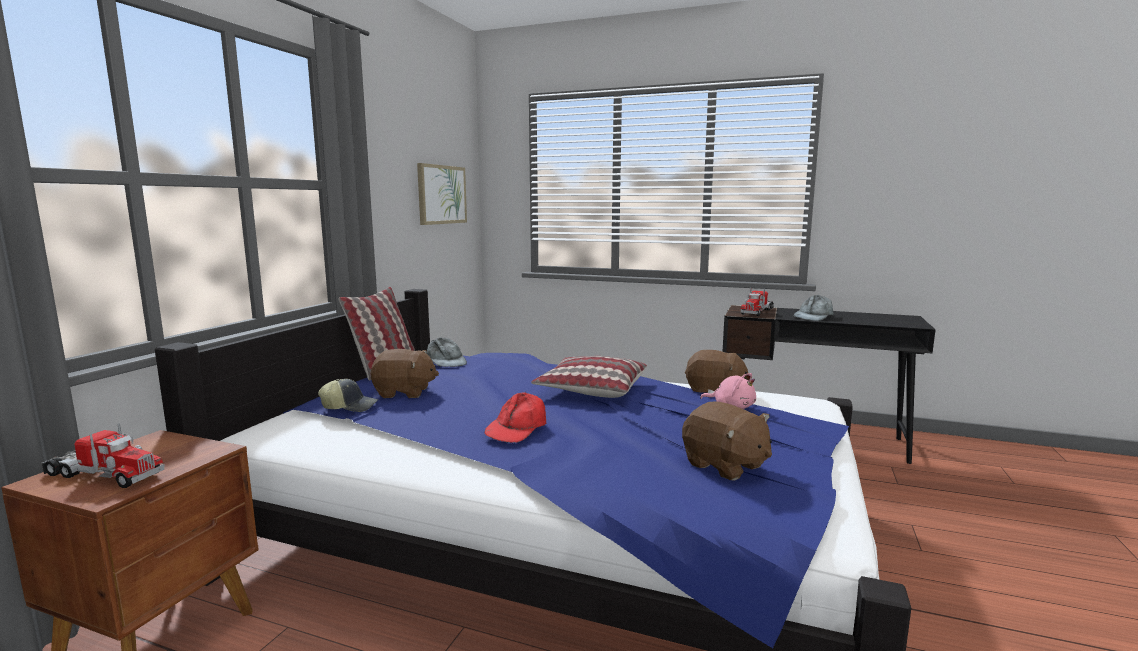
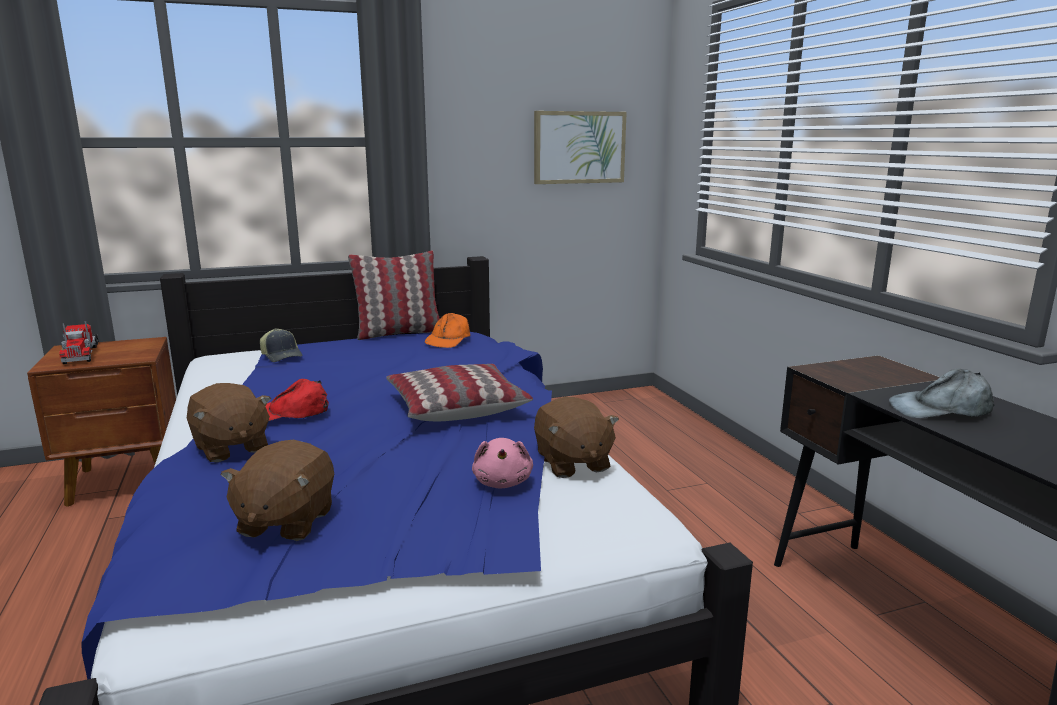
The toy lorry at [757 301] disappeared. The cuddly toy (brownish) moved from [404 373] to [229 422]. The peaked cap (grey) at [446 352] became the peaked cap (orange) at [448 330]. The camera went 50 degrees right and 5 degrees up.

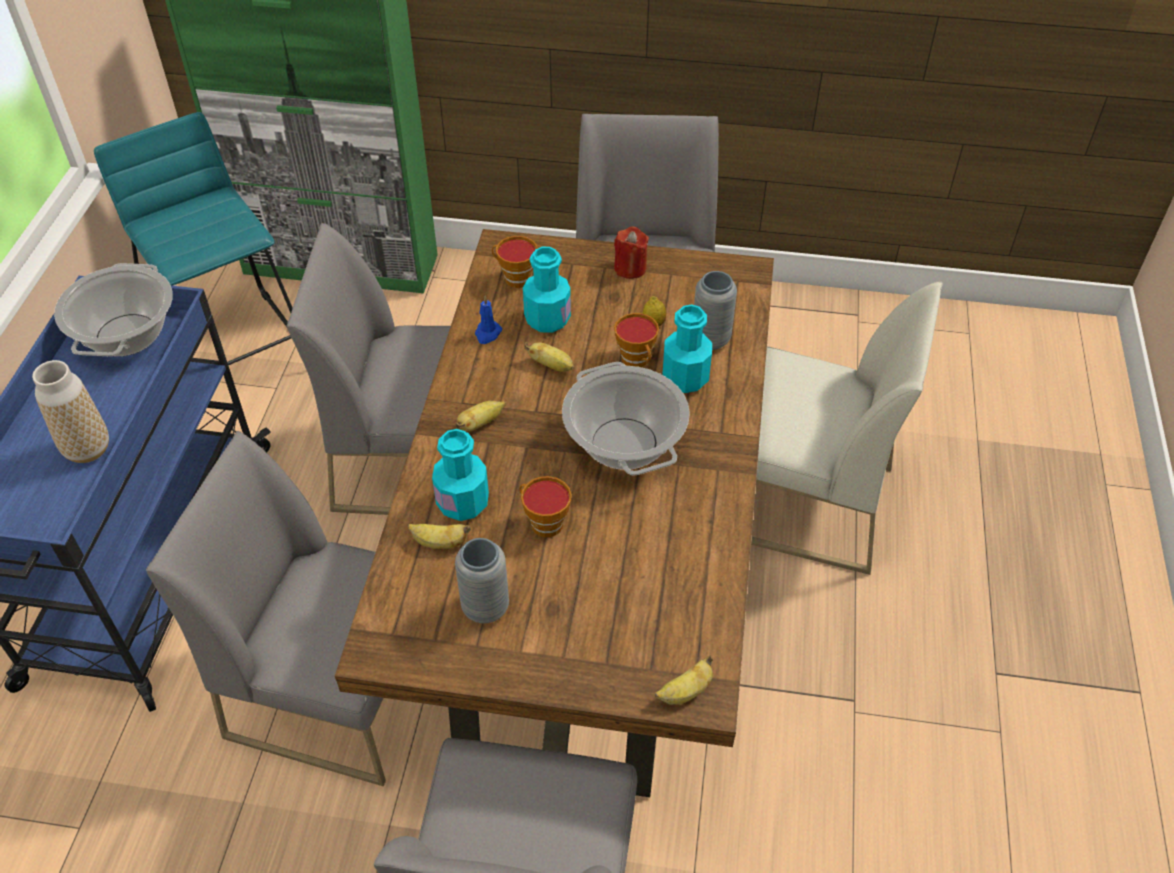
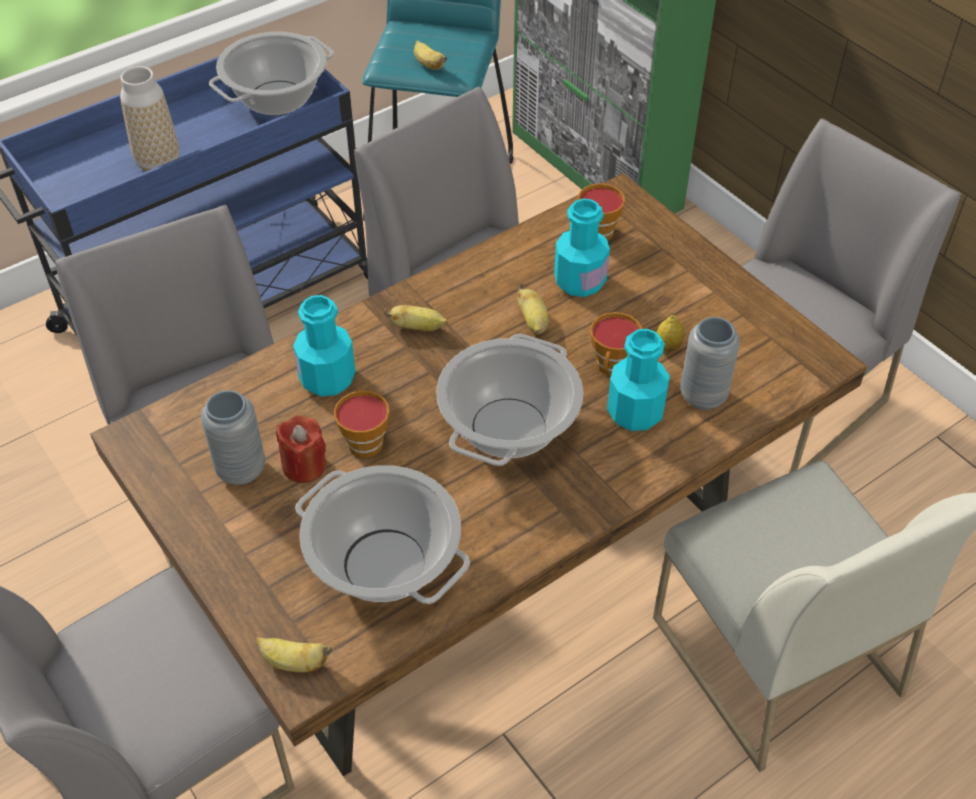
The wax light (bluish) at [488 320] disappeared. The saucepot at [382 534] appeared. The whole banana moved from [439 536] to [430 55]. The wax light (red-coloured) moved from [631 252] to [301 449]. The camera went 45 degrees right and 0 degrees up.

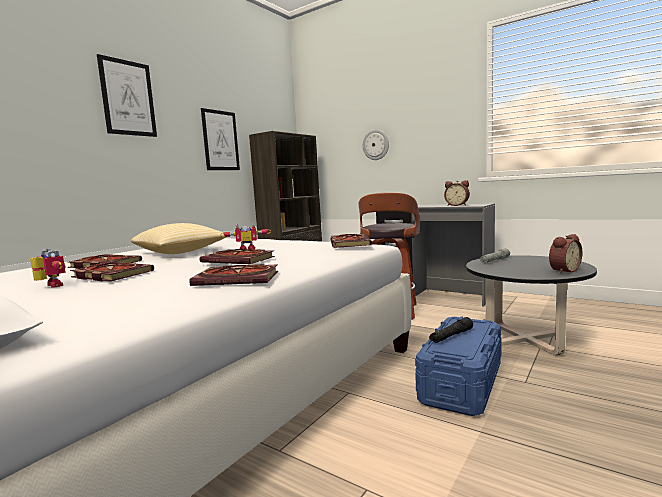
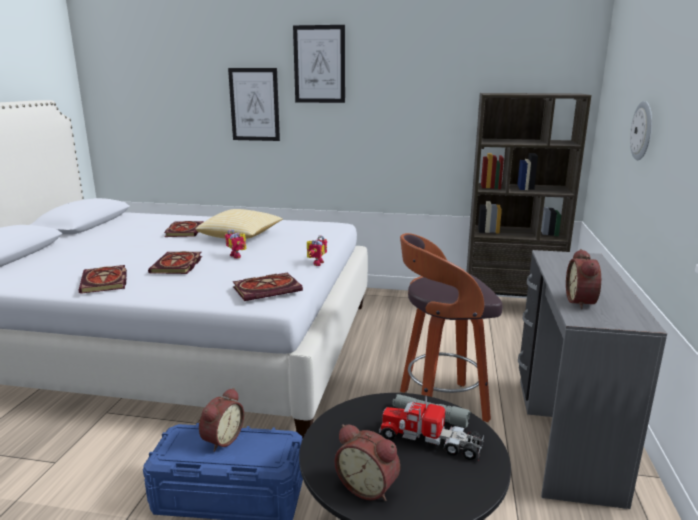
The book at [112 272] disappeared. The toy lorry at [431 427] appeared. The model robot moved from [48 268] to [317 250]. The wall picture moved from [220 139] to [254 104]. The flashlight (black-coloured) at [451 330] was replaced by the table clock at [221 420]. The camera went 65 degrees right and 10 degrees up.

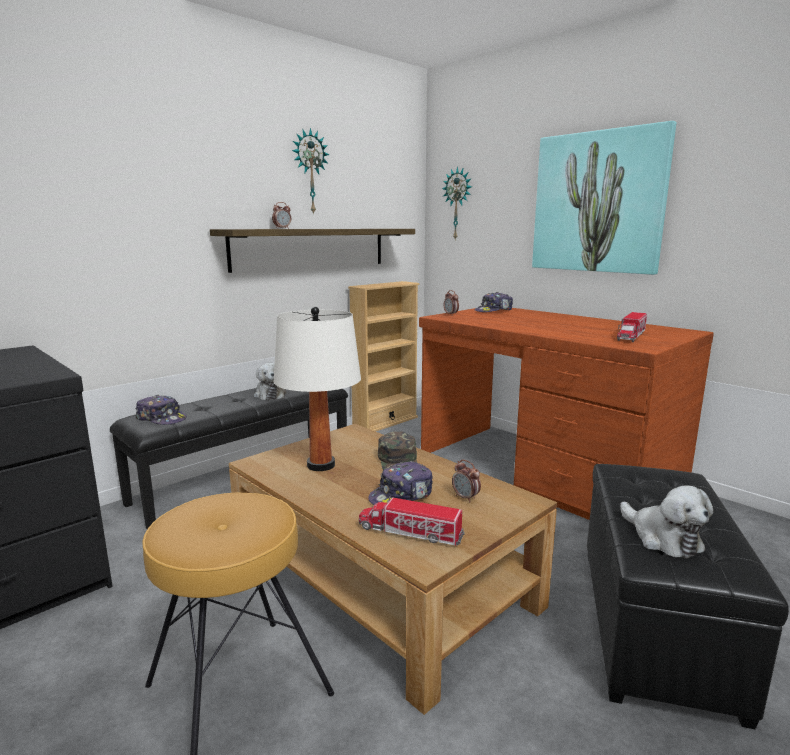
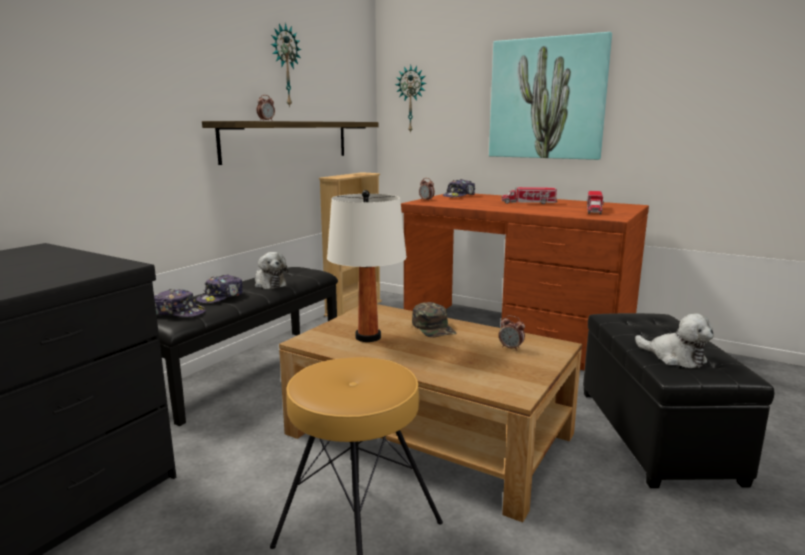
The toy lorry moved from [412 521] to [529 195]. The peaked cap moved from [400 483] to [219 289]. The camera went 15 degrees left and 0 degrees up.

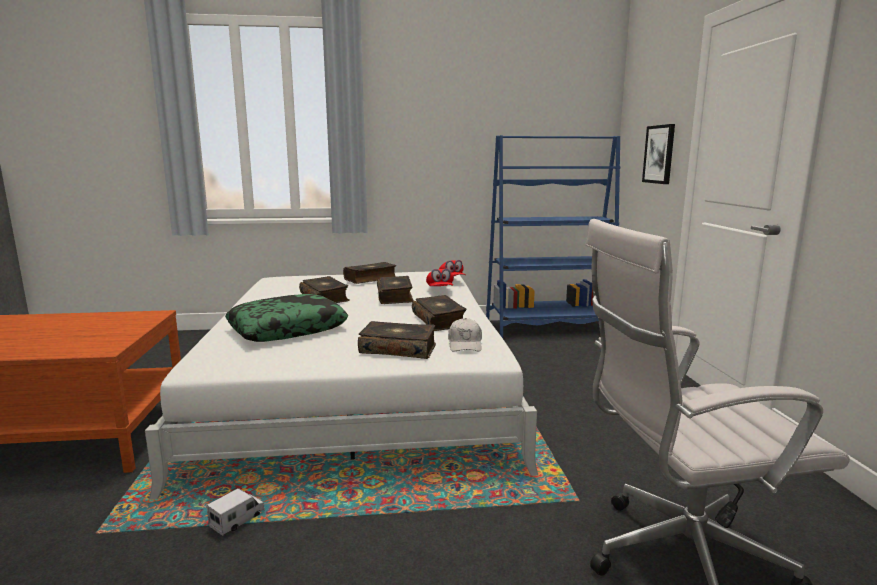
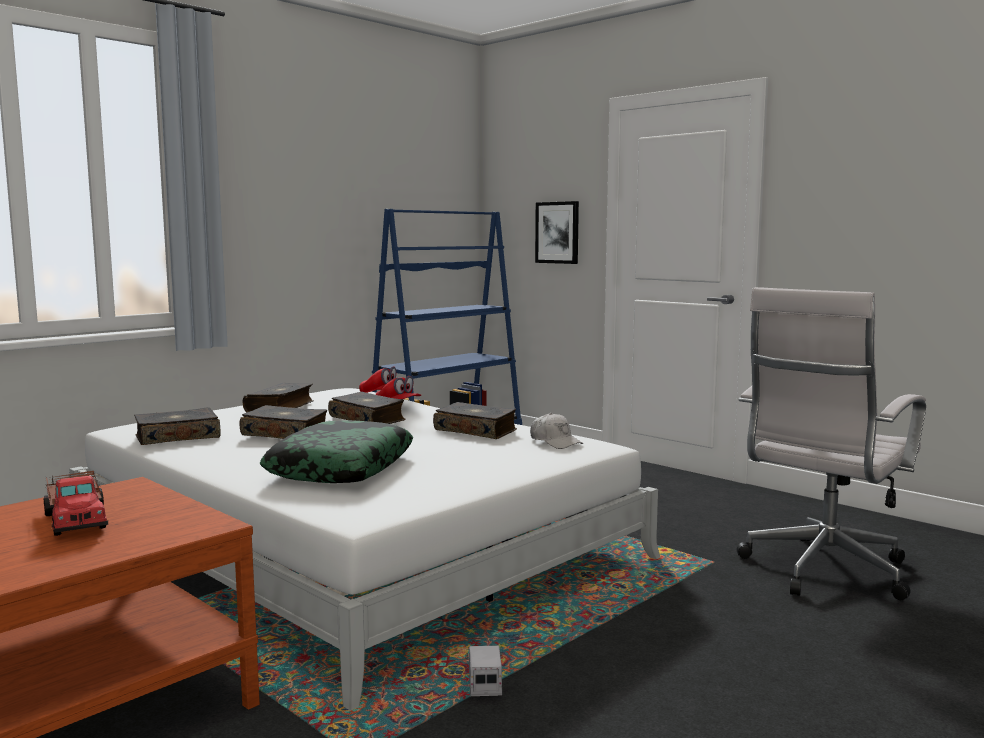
The toy lorry at [76 503] appeared. The book moved from [397 340] to [177 426]. The camera went 40 degrees left and 5 degrees down.

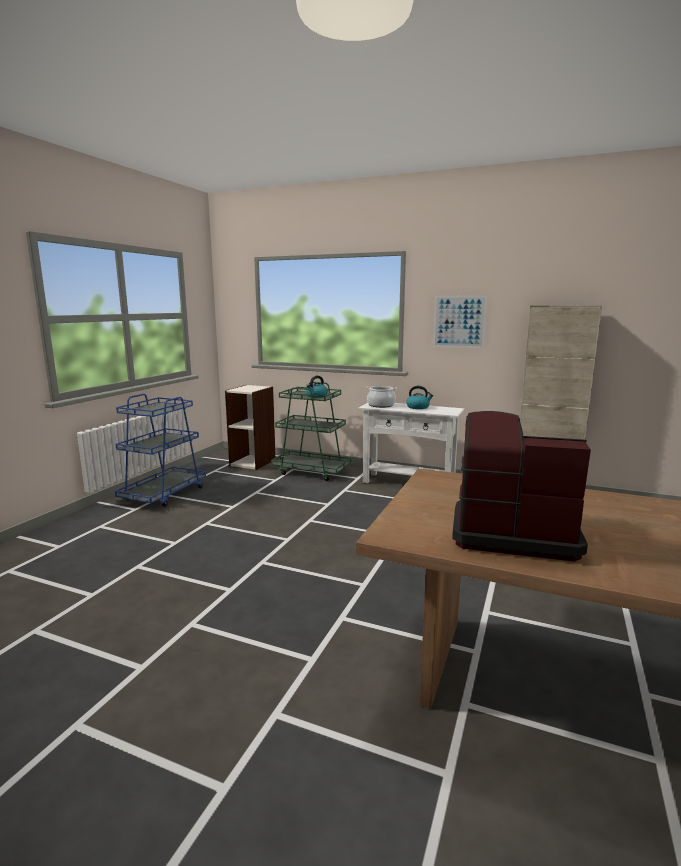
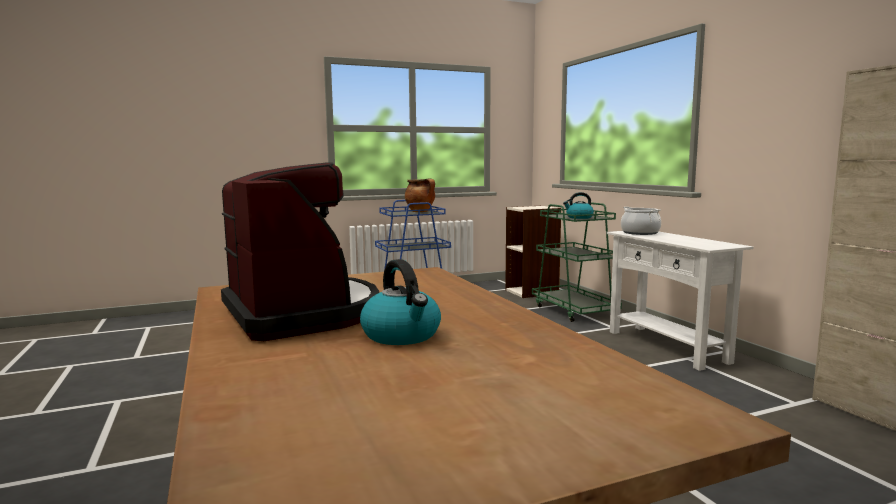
The wall picture at [460 322] disappeared. The saucepot at [420 195] appeared. The water kettle moved from [420 397] to [400 302]. The camera went 45 degrees right and 5 degrees down.

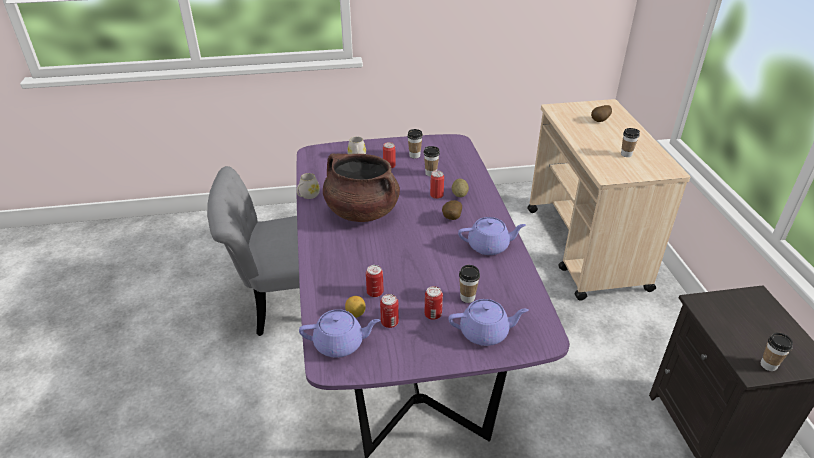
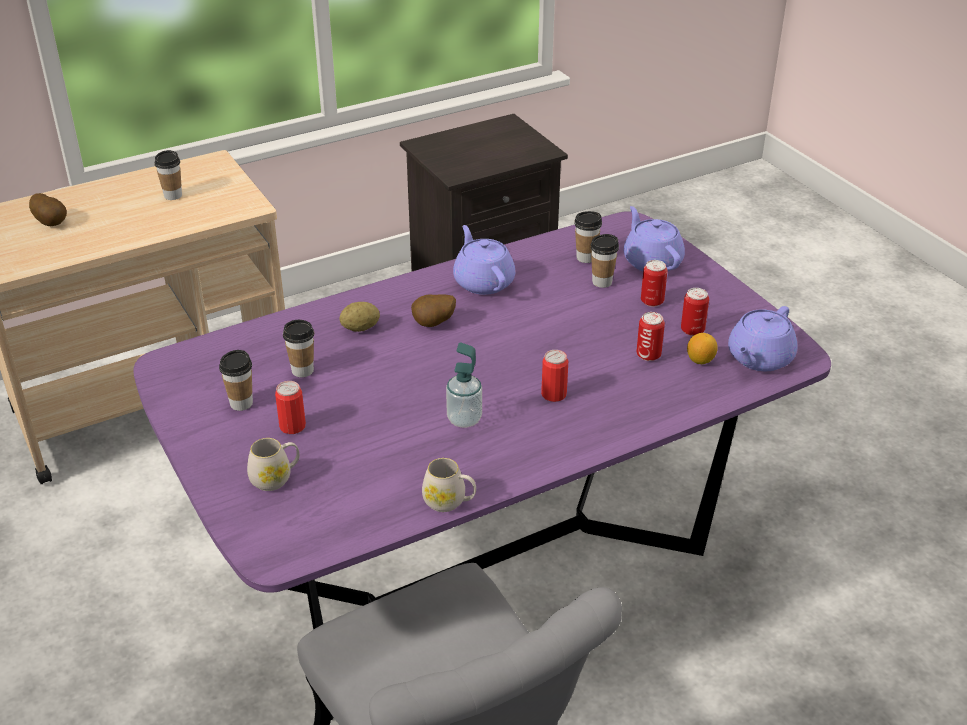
The metal can moved from [437 185] to [554 376]. The cup moved from [777 352] to [588 237]. The saucepot (brownish) at [361 187] was replaced by the soap dispenser at [464 385]. The pot for tea (purple-coloured) at [339 333] turned 120 degrees counterclockwise. The camera went 110 degrees left and 0 degrees up.

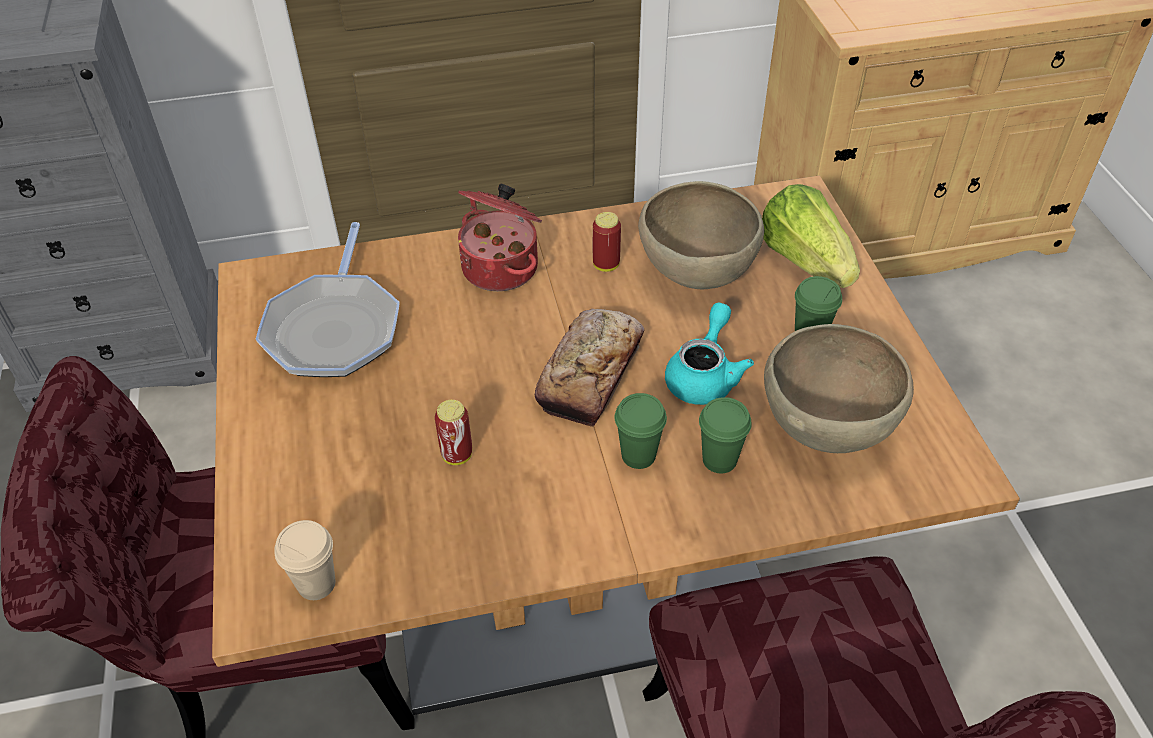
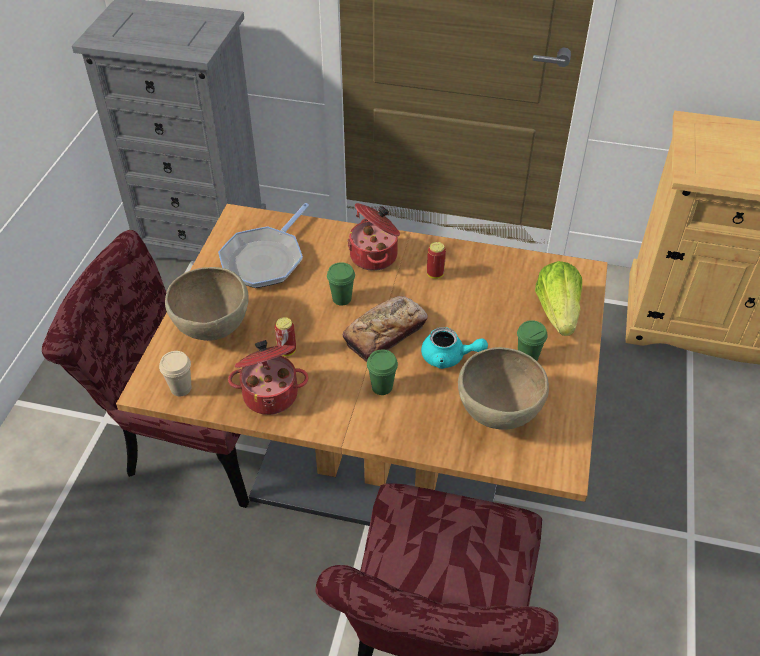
The saucepot at [268 377] appeared. The serving bowl (brownish) moved from [701 235] to [207 304]. The cup (greenish) moved from [725 435] to [341 284]. The pot for tea (turquoise-coloured) at [709 354] turned 60 degrees clockwise. The camera went 25 degrees right and 0 degrees up.

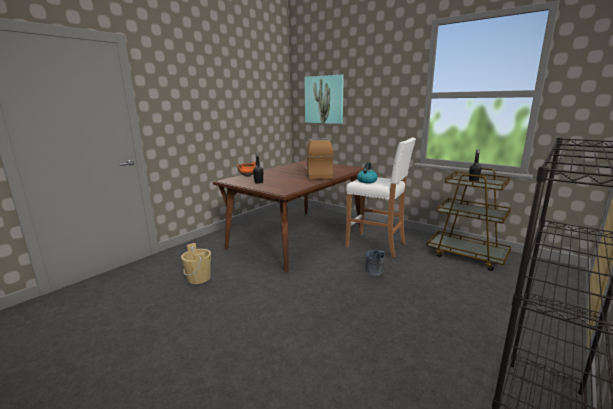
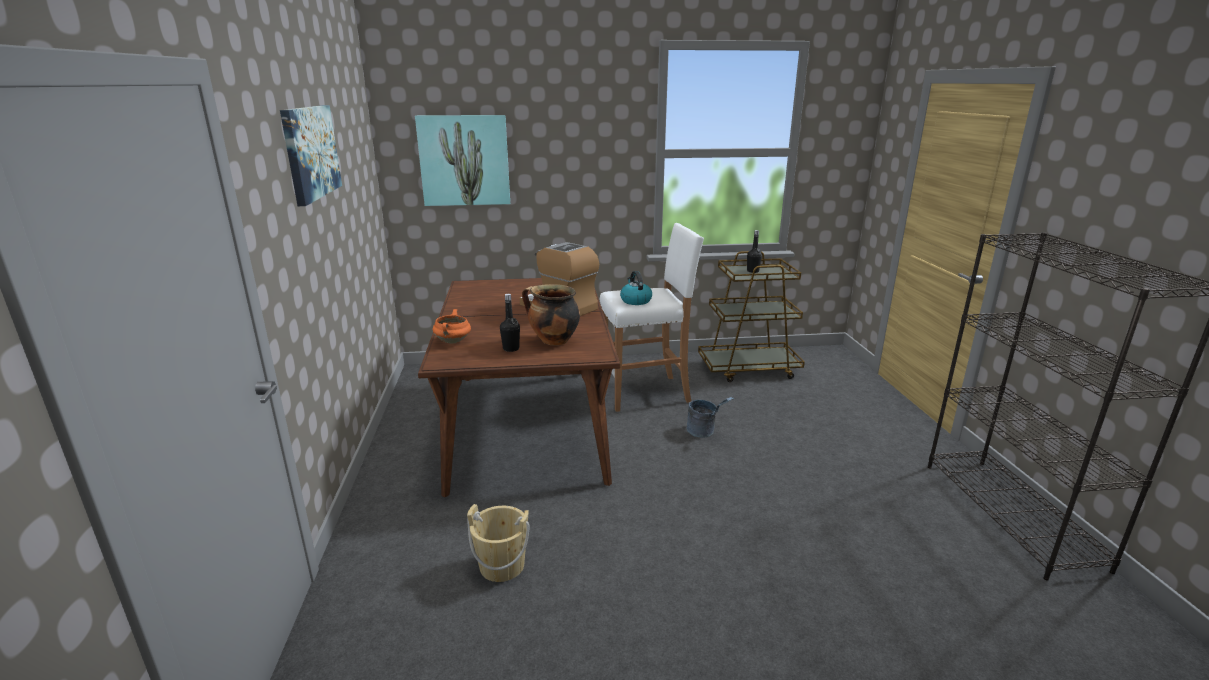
The wall picture at [311 155] appeared. The saucepot at [551 314] appeared. The camera went 45 degrees left and 5 degrees up.

